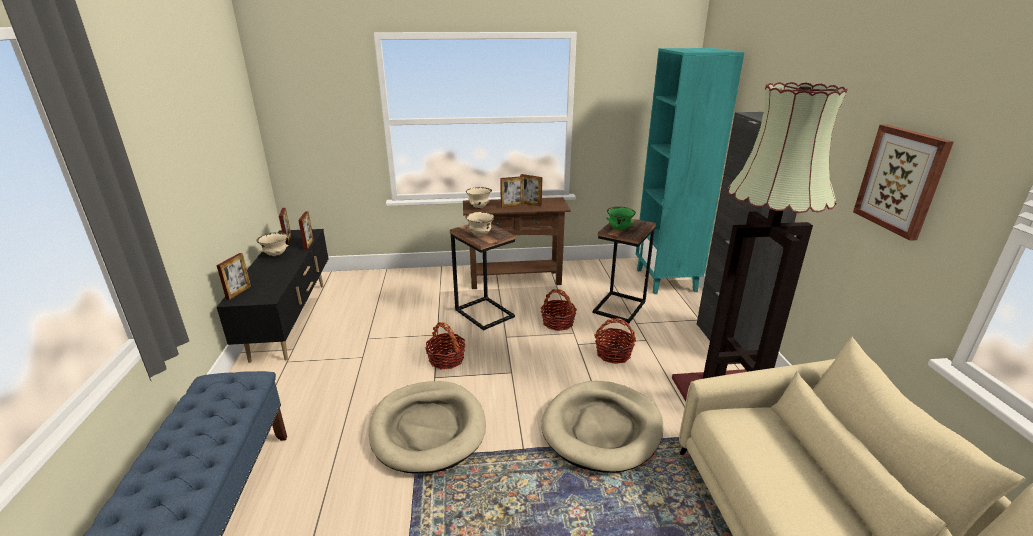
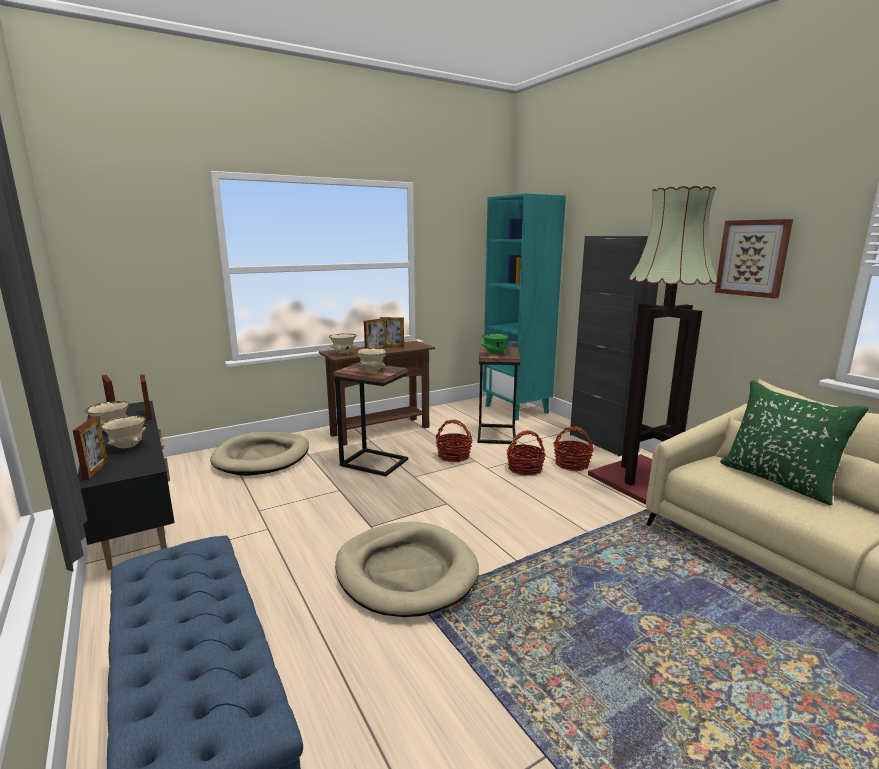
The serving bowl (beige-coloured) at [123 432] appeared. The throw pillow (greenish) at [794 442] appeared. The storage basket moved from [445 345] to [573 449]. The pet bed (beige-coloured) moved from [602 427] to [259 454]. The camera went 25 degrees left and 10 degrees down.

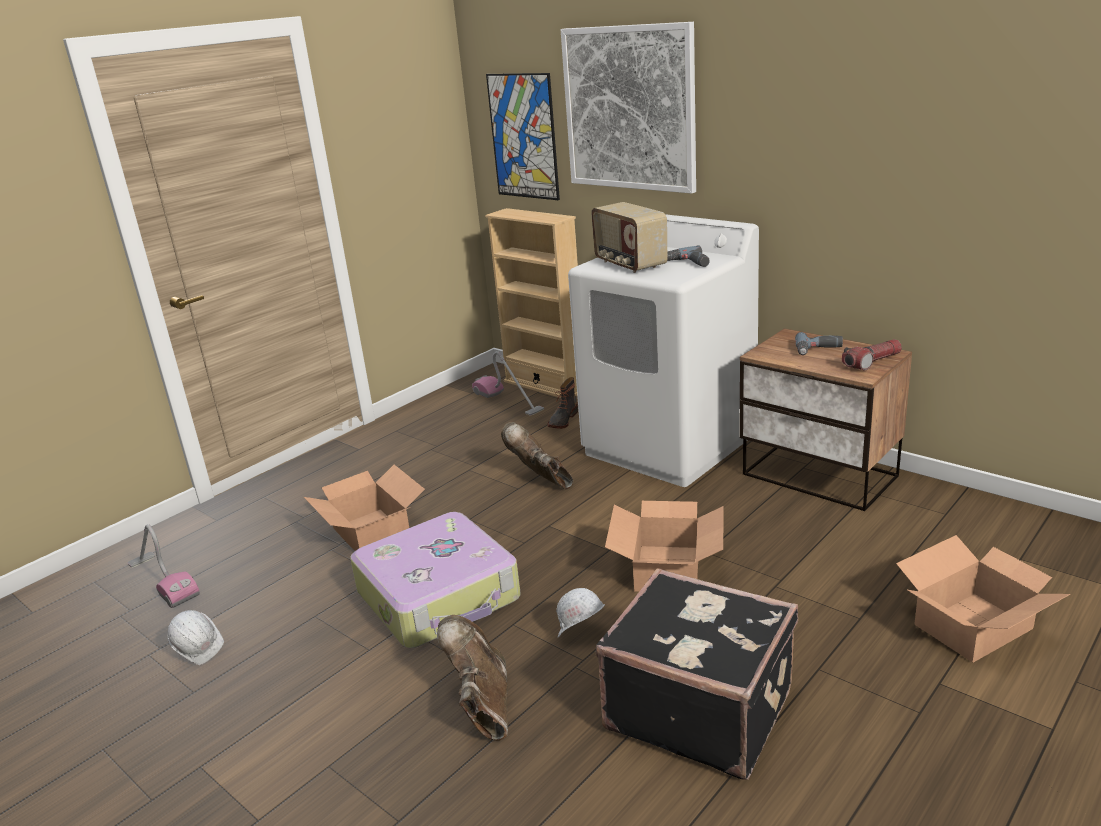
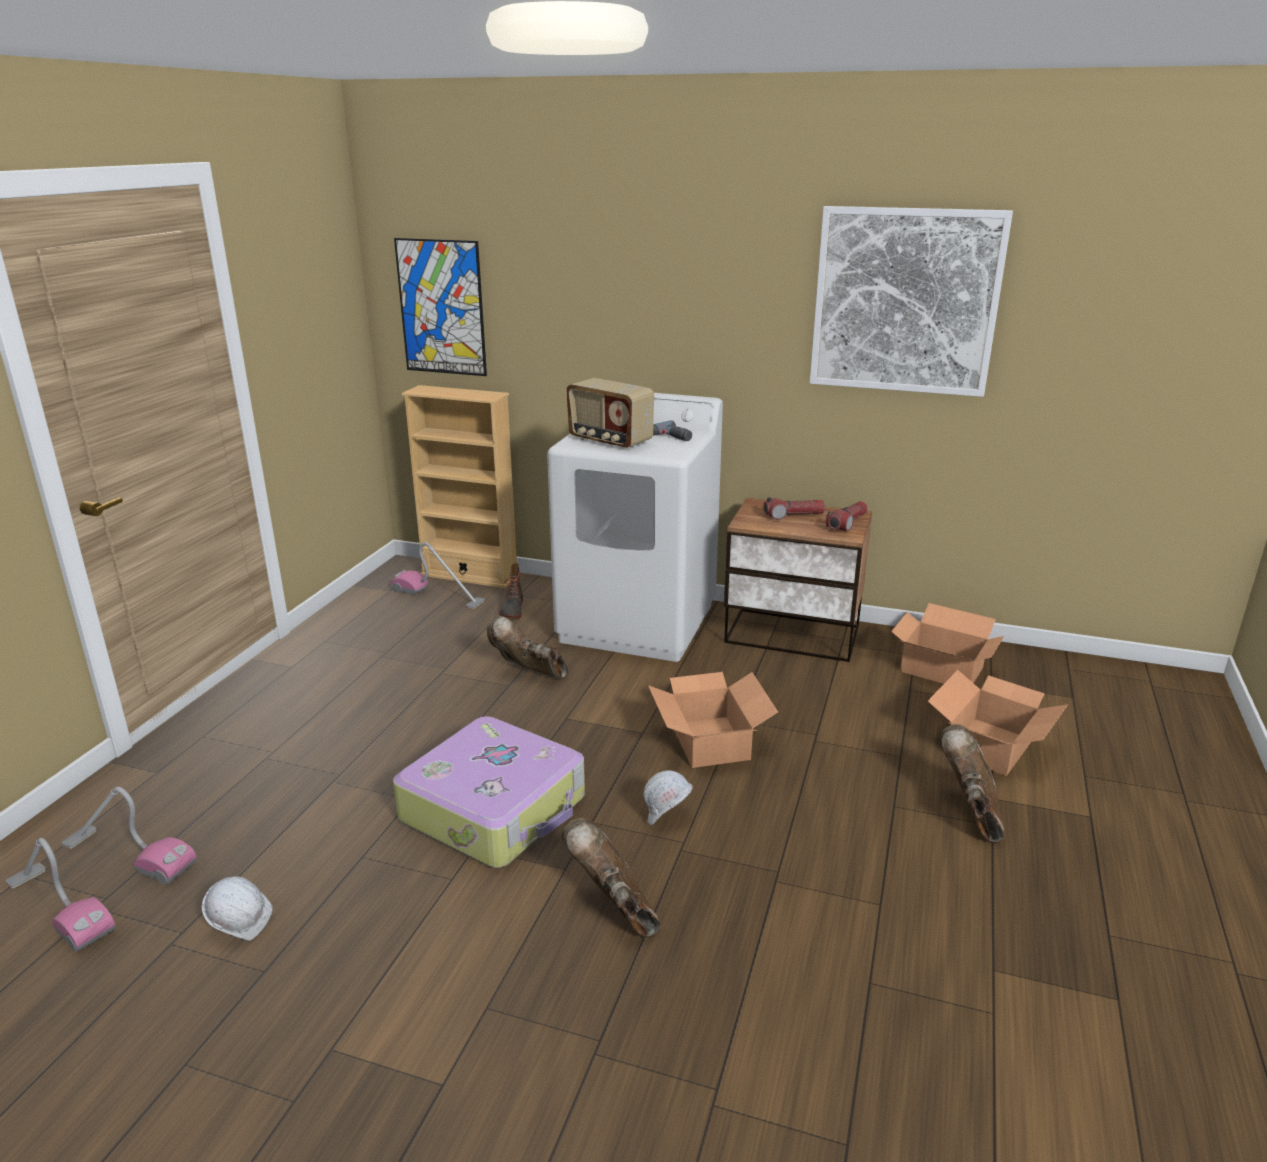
The suitcase (black-coloured) at [697 674] disappeared. The hoover at [60 895] appeared. The tall boot (brownish) at [973 784] appeared. The packing box moved from [364 508] to [947 643]. The wall picture moved from [628 108] to [911 301]. The power drill at [819 343] was replaced by the flashlight at [794 508]. The camera went 25 degrees left and 0 degrees up.

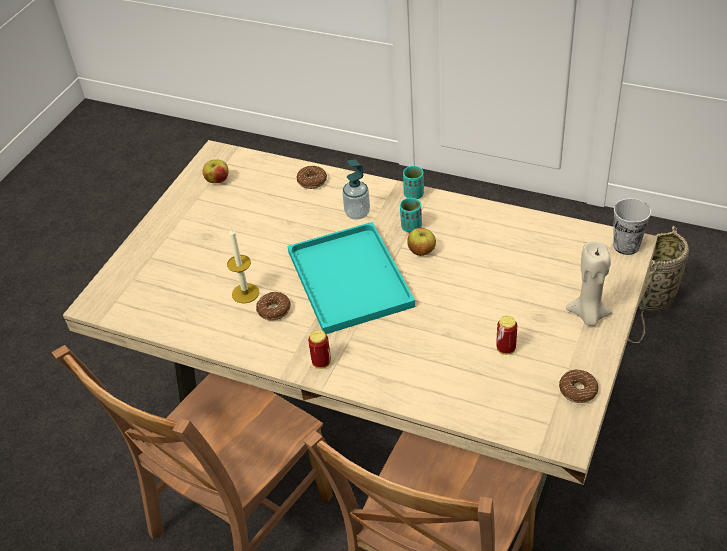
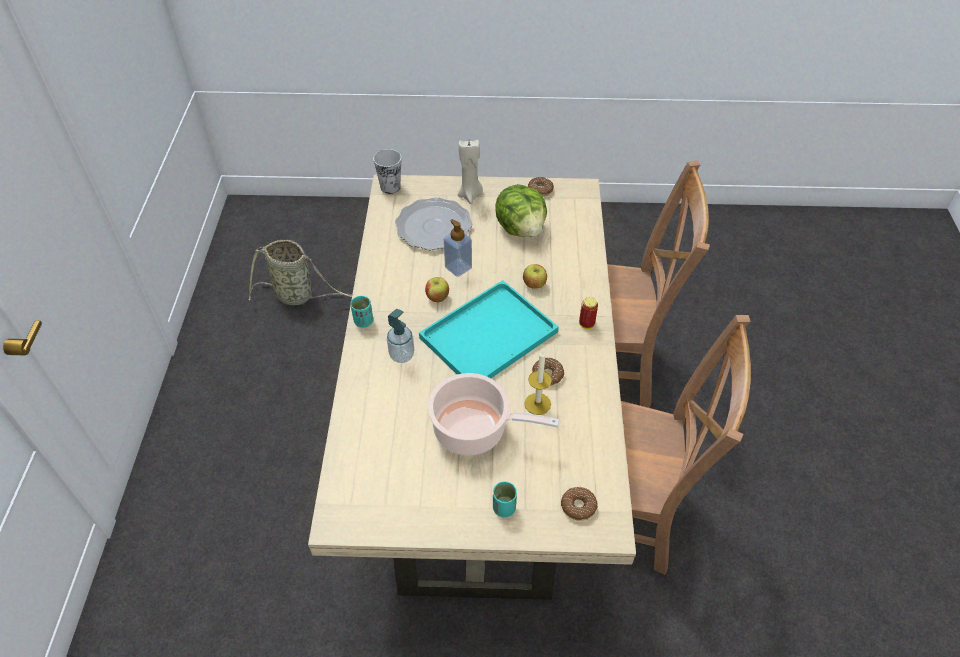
The dinner plate at [433 223] appeared. The saucepot at [493 414] appeared. The soap dispenser at [458 248] appeared. The whole apple moved from [215 171] to [535 276]. The donut moved from [312 177] to [579 504]. The cup (turquoise-coloured) moved from [411 215] to [505 499]. The metal can at [506 335] was replaced by the lettuce head at [521 210]. The camera went 115 degrees left and 5 degrees up.

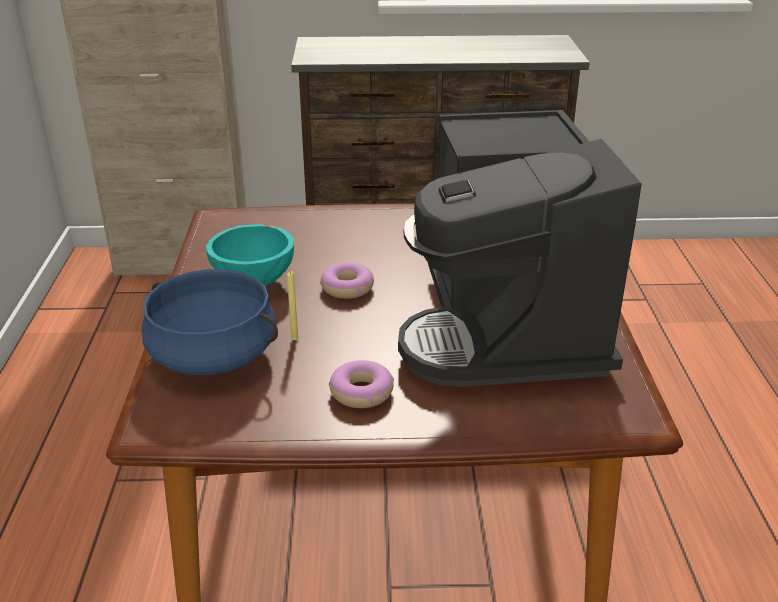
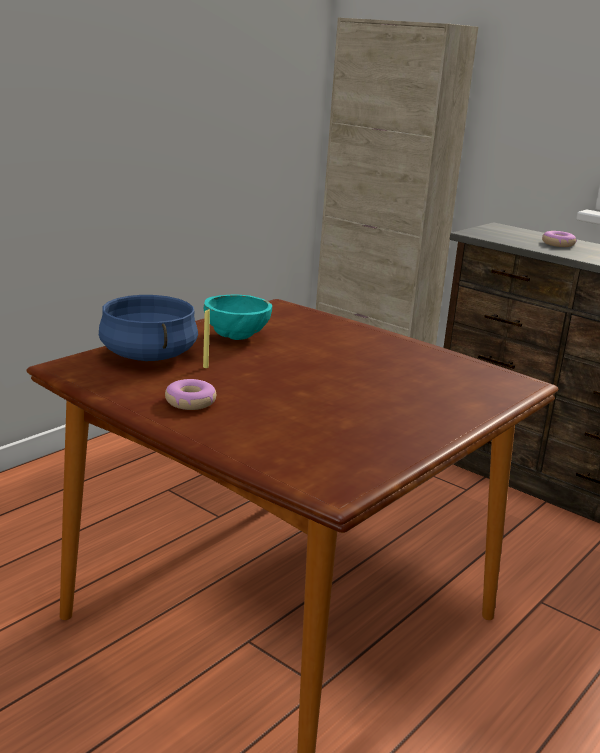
The coffee brewer at [520 248] disappeared. The donut moved from [347 280] to [559 239]. The camera went 40 degrees right and 10 degrees down.

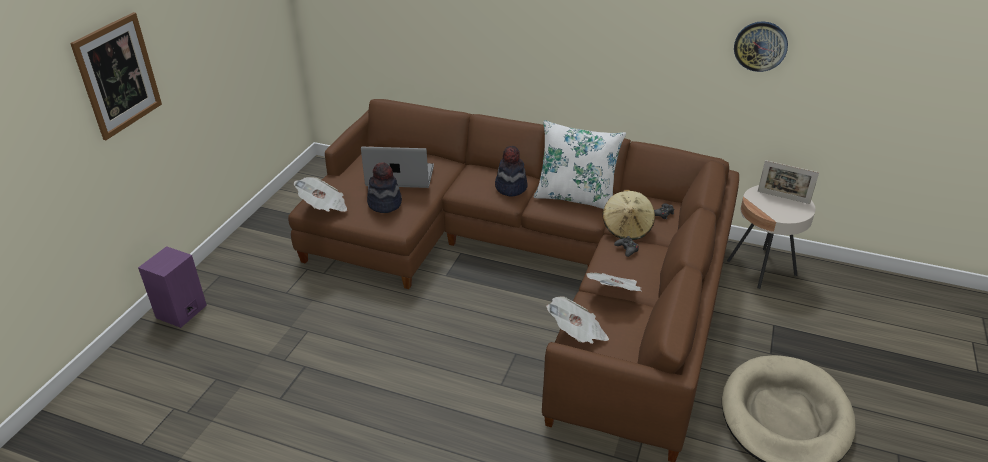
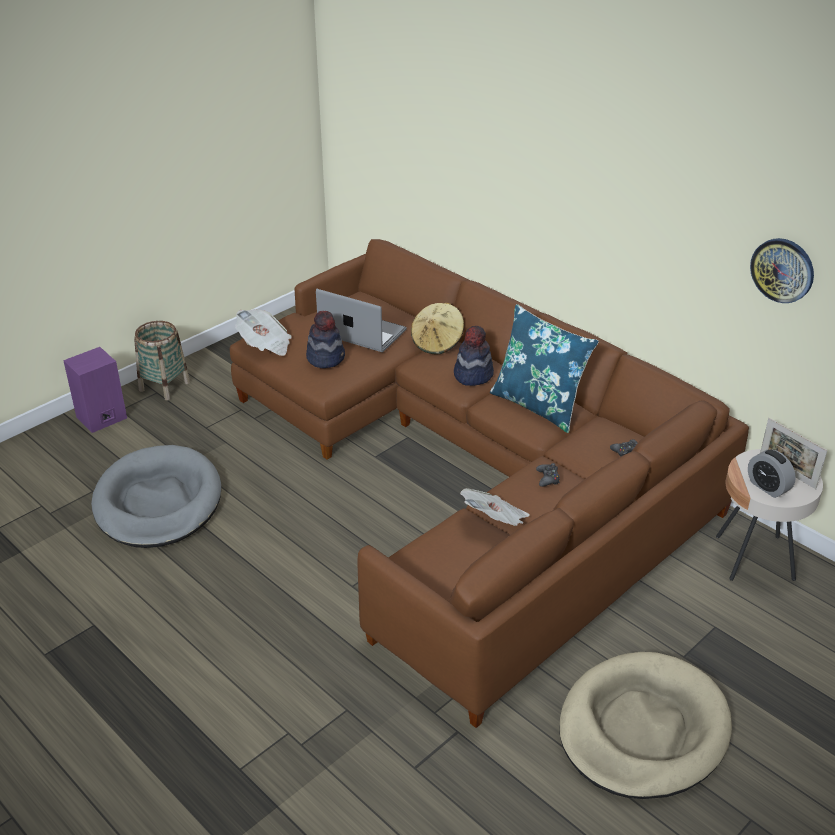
The wall picture at [116 76] disappeared. The daily paper at [577 320] disappeared. The pet bed (grey) at [156 496] appeared. The storage basket at [162 360] appeared. The table clock at [772 473] appeared. The wearable hat (beige-coloured) moved from [628 215] to [437 328]. The throw pillow (white-coloured) at [580 164] became the throw pillow (bluish) at [544 368]. The camera went 25 degrees right and 0 degrees up.

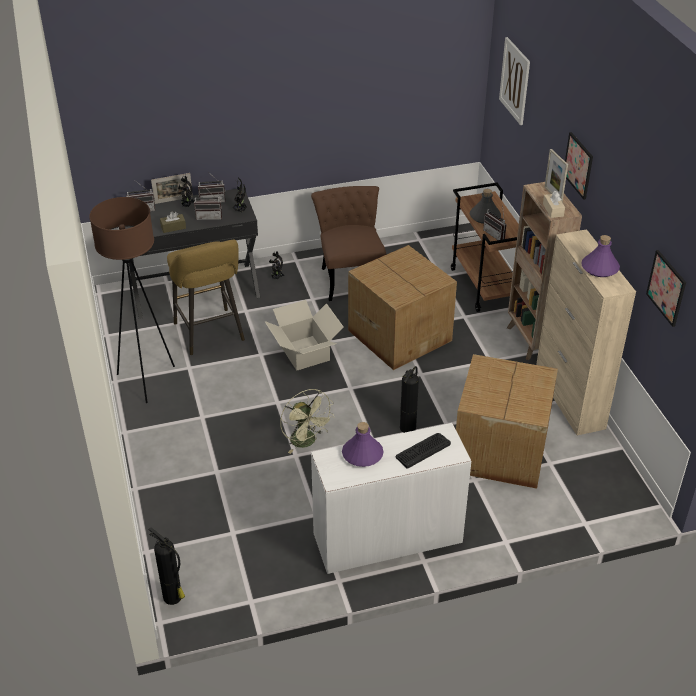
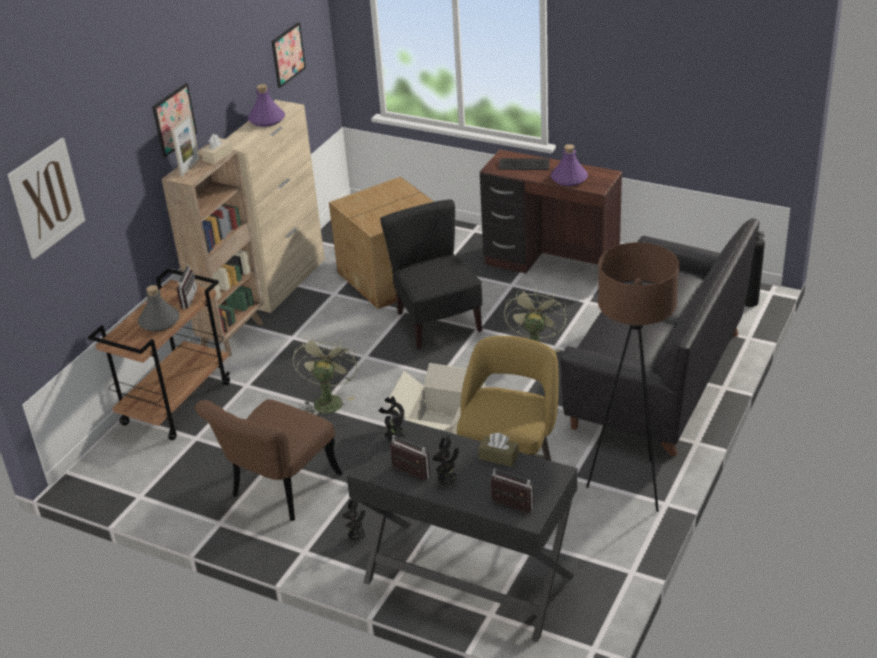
The standing frame at [172 188] disappeared. The radio receiver at [208 204] disappeared. The settee (black-coloured) at [660 337] appeared. The packing box at [402 307] was replaced by the electric fan (greenish) at [325 375]. The extinguisher at [409 399] was replaced by the chair (black-coloured) at [431 274]. The desk table (white-coloured) at [391 498] became the desk table (brownish) at [551 211]. The camera went 135 degrees left and 5 degrees down.

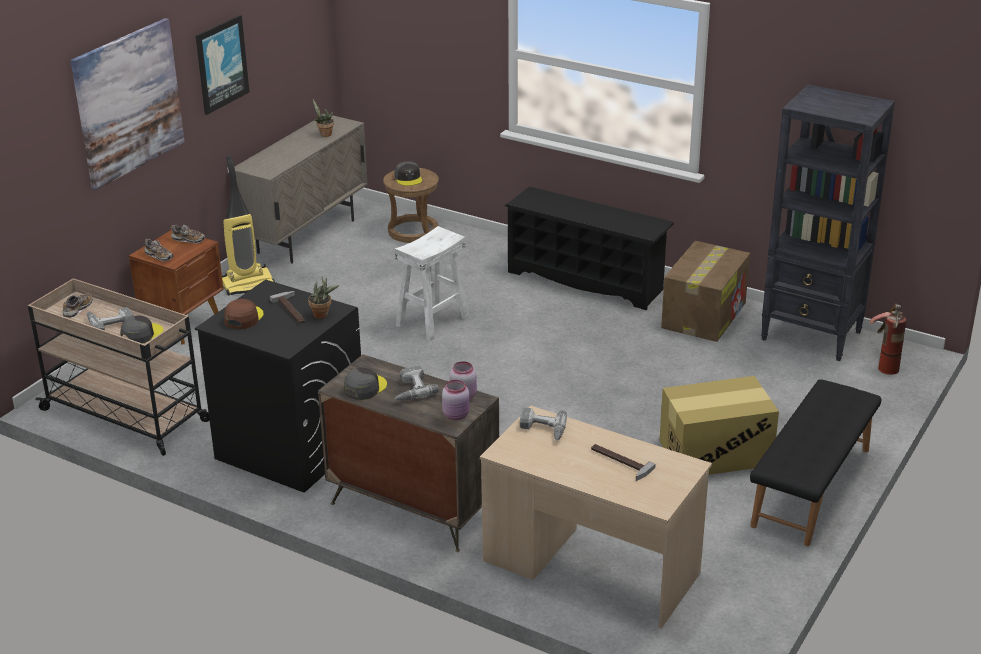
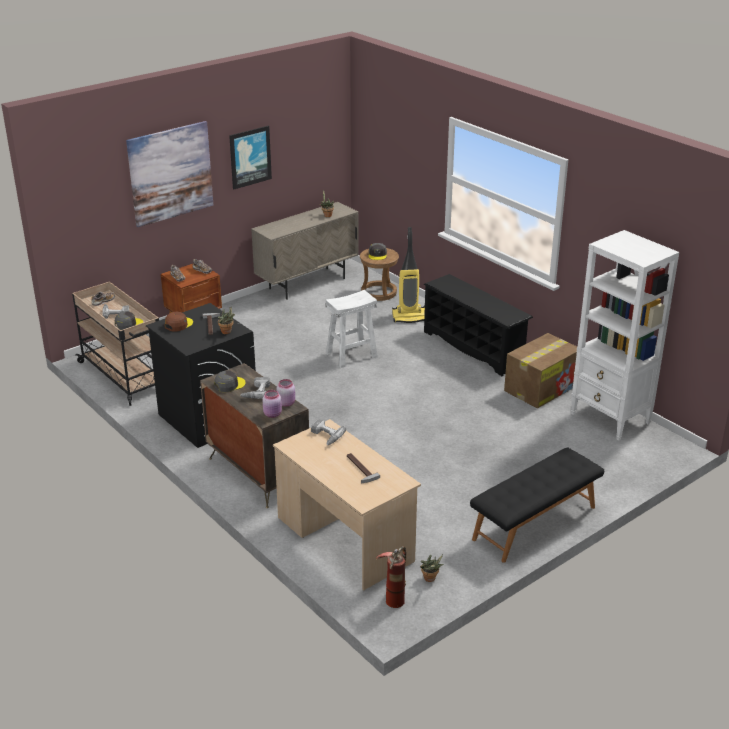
The packing box at [719 425] disappeared. The plant in a pot at [431 568] appeared. The hoover moved from [248 225] to [408 275]. The extinguisher moved from [887 339] to [391 577]. The bookshelf (black-coloured) at [828 223] became the bookshelf (white-coloured) at [625 335]. The camera went 20 degrees right and 0 degrees up.

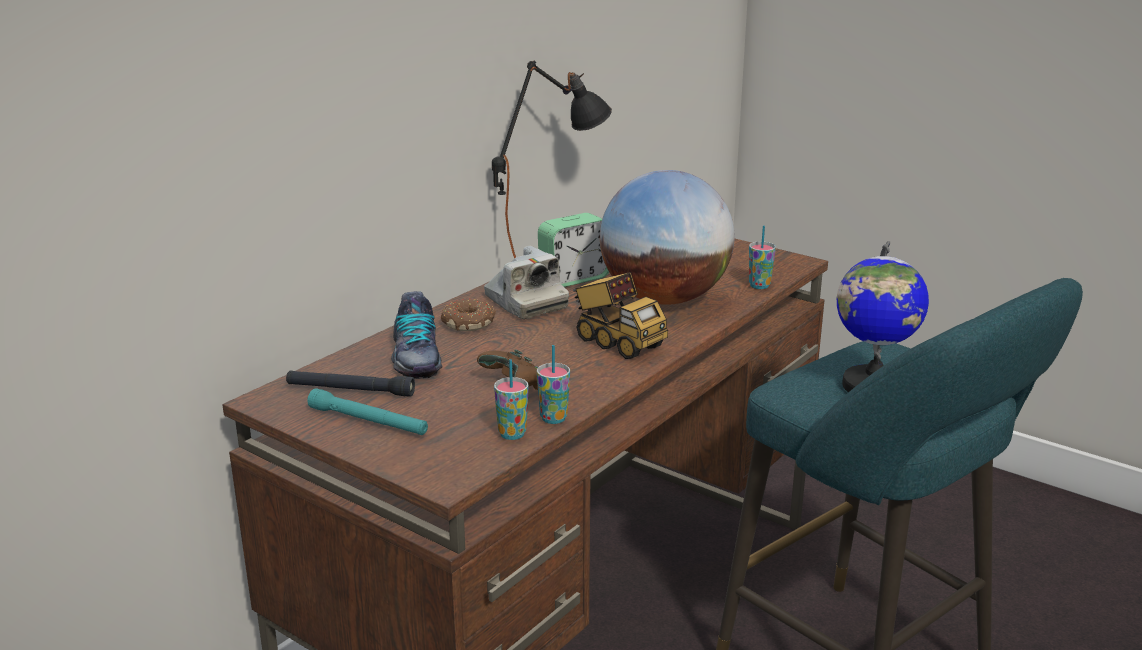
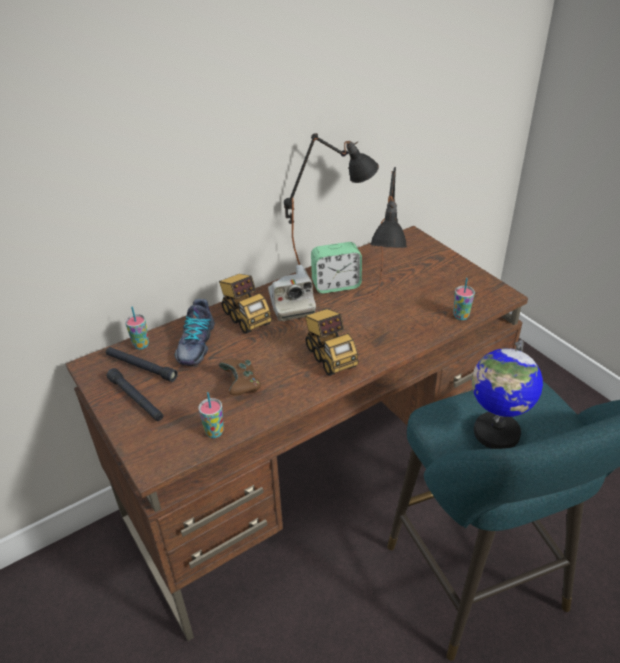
The cup moved from [553 384] to [137 328]. The donut at [468 315] was replaced by the toy lorry at [245 304]. The world globe at [667 237] was replaced by the table lamp (black-coloured) at [388 232]. The flashlight (turquoise-coloured) at [367 411] became the flashlight (black-coloured) at [135 394]. The camera went 20 degrees right and 15 degrees up.

